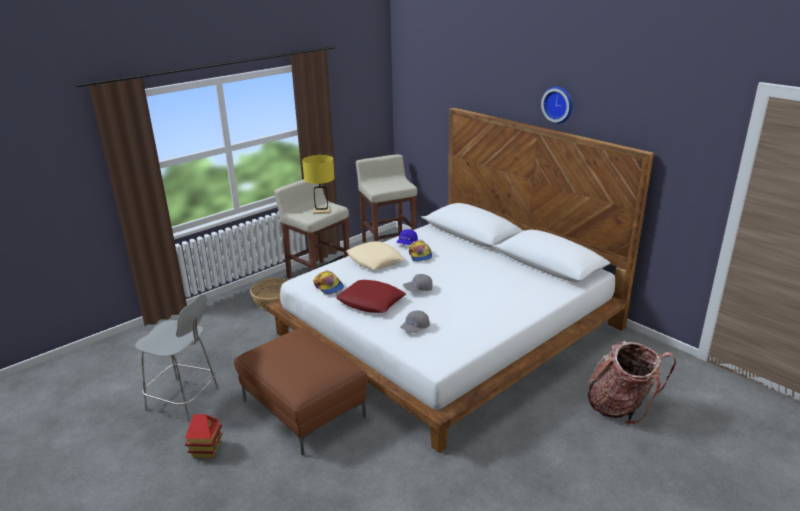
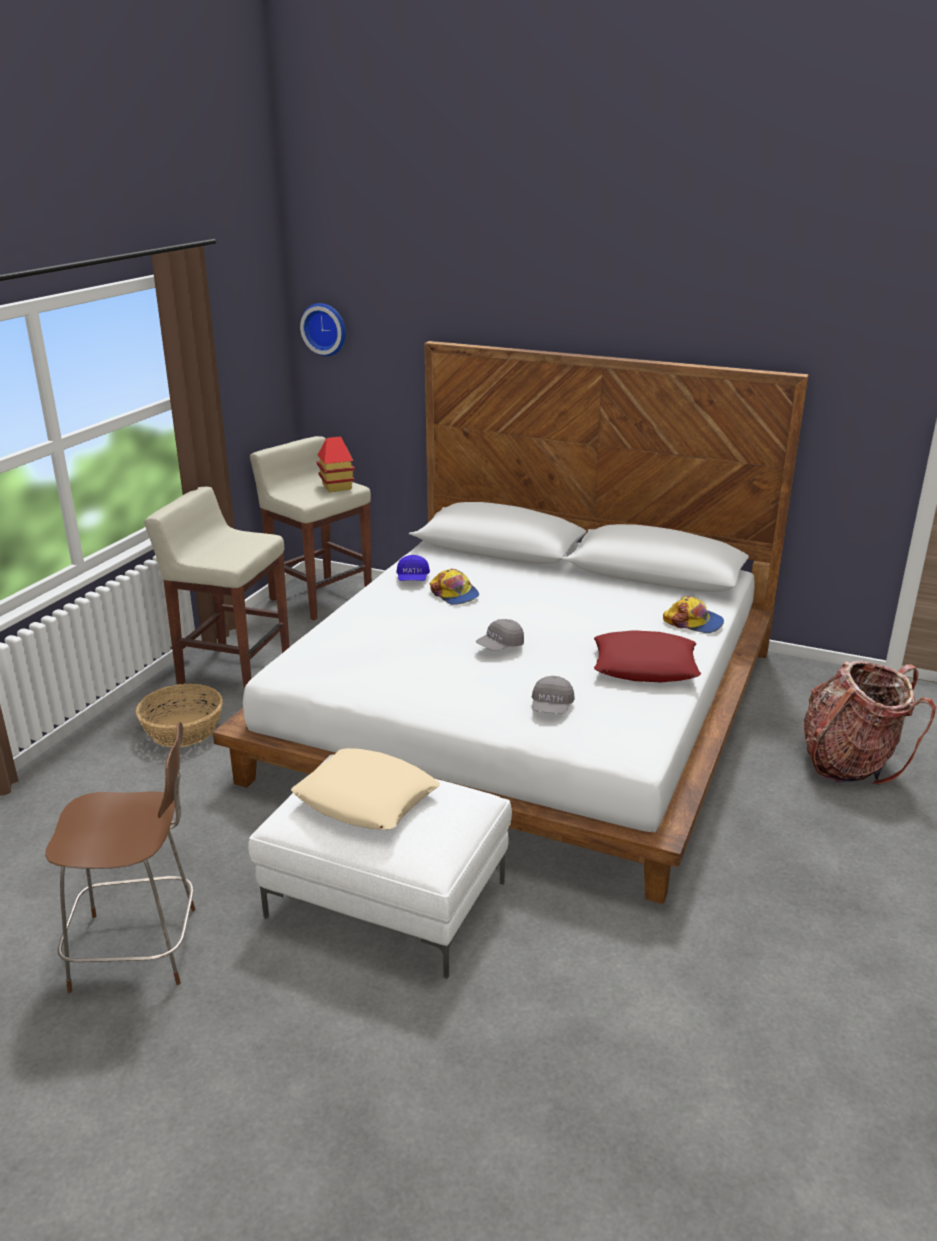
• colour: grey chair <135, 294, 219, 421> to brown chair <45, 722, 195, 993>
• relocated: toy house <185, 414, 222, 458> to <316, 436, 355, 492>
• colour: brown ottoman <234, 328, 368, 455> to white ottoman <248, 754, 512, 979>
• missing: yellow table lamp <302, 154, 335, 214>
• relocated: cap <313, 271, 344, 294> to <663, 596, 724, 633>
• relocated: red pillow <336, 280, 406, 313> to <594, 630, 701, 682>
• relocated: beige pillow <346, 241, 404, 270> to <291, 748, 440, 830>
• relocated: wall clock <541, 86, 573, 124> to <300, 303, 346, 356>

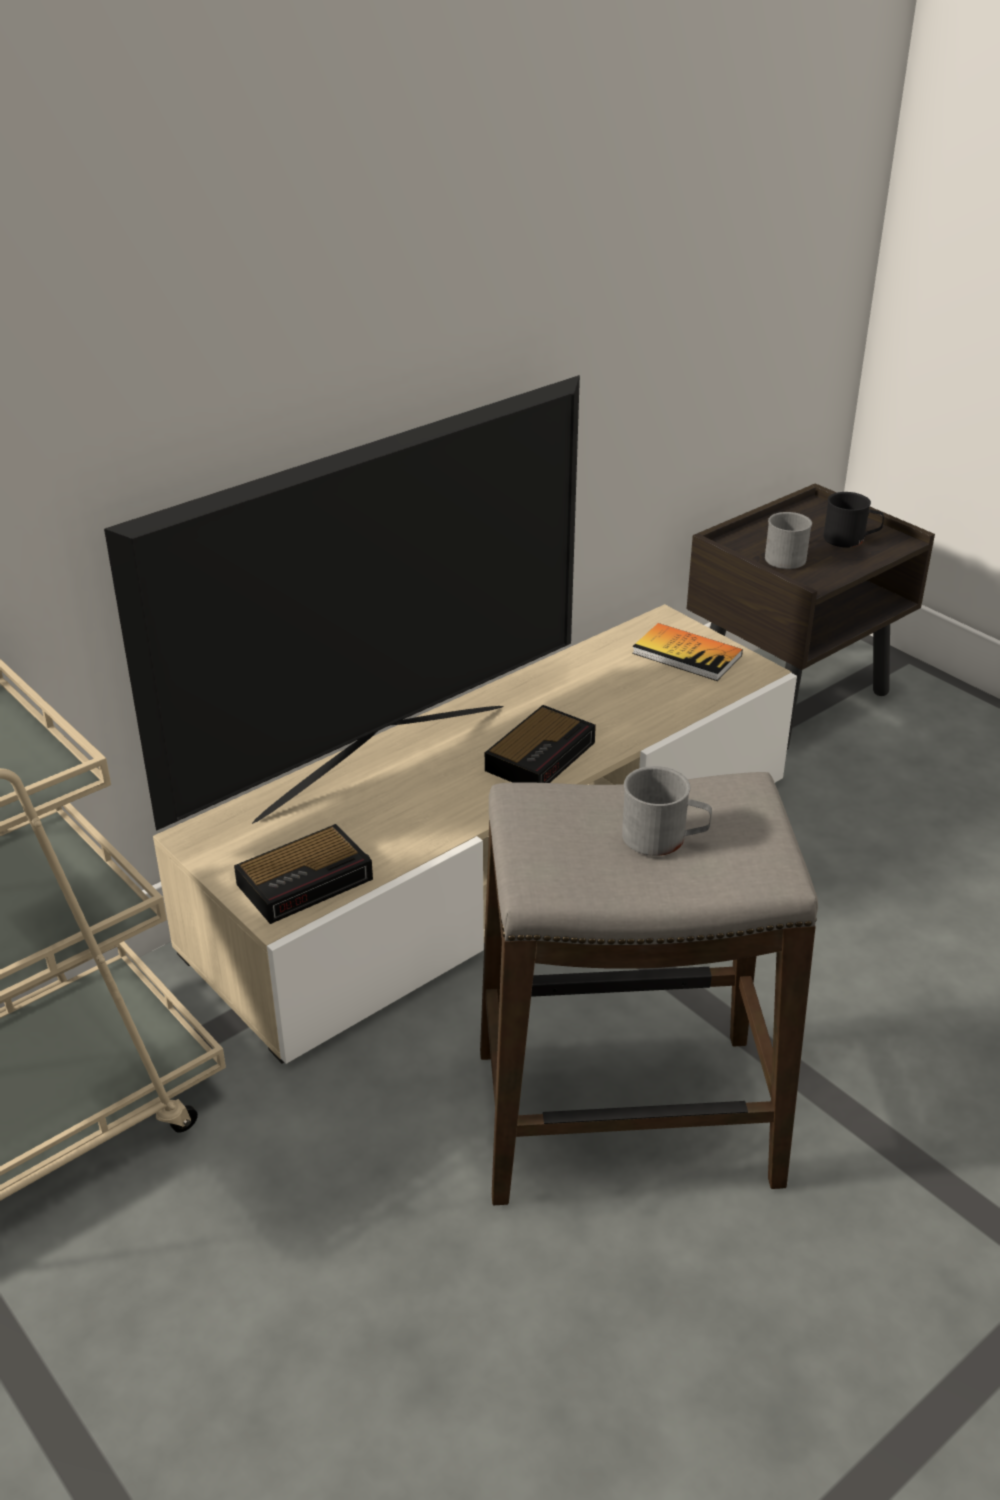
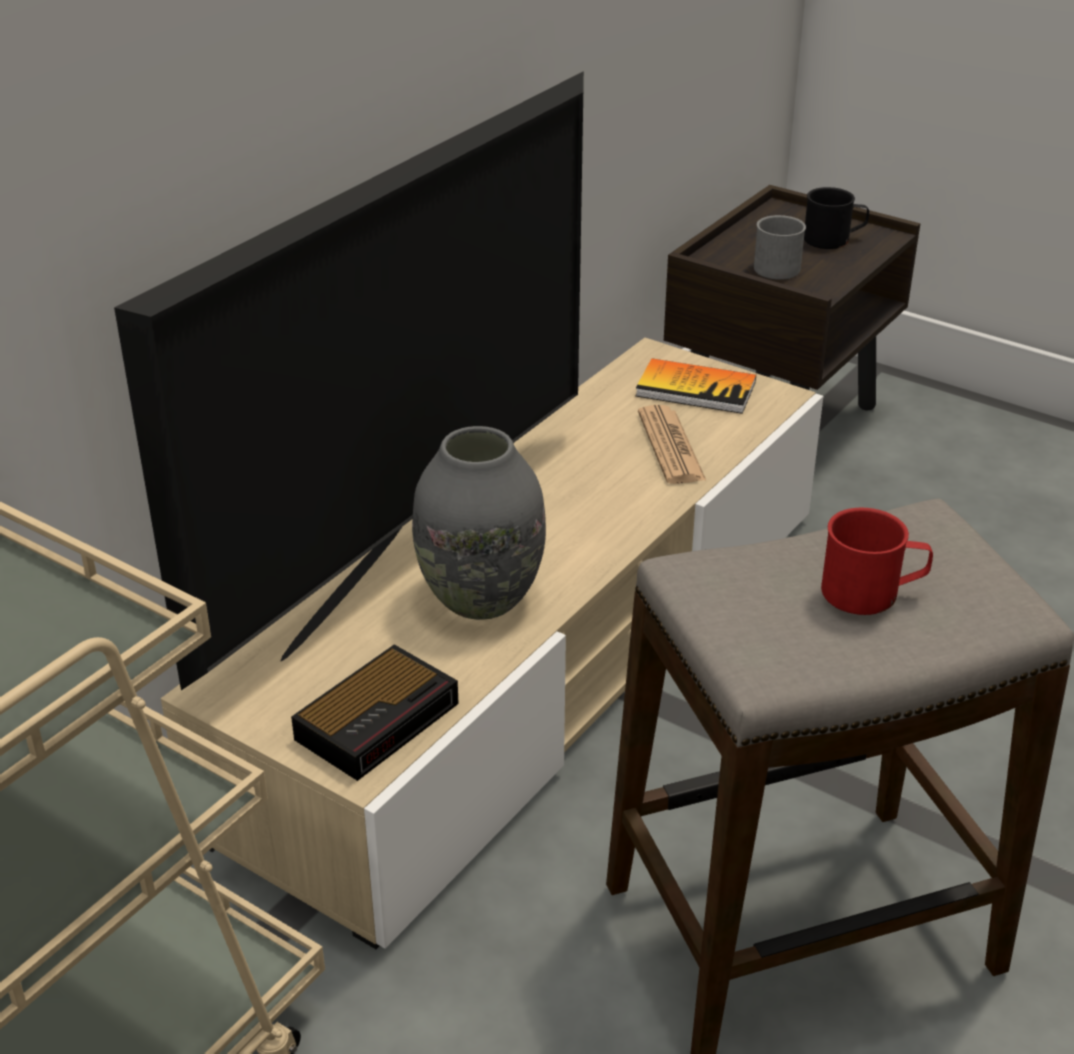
• missing: alarm clock <485, 705, 596, 783>
• colour: grey mug <622, 766, 712, 856> to red mug <821, 508, 933, 615>
• appeared: grey vase <412, 426, 546, 620>
• appeared: newspaper <638, 405, 706, 484>

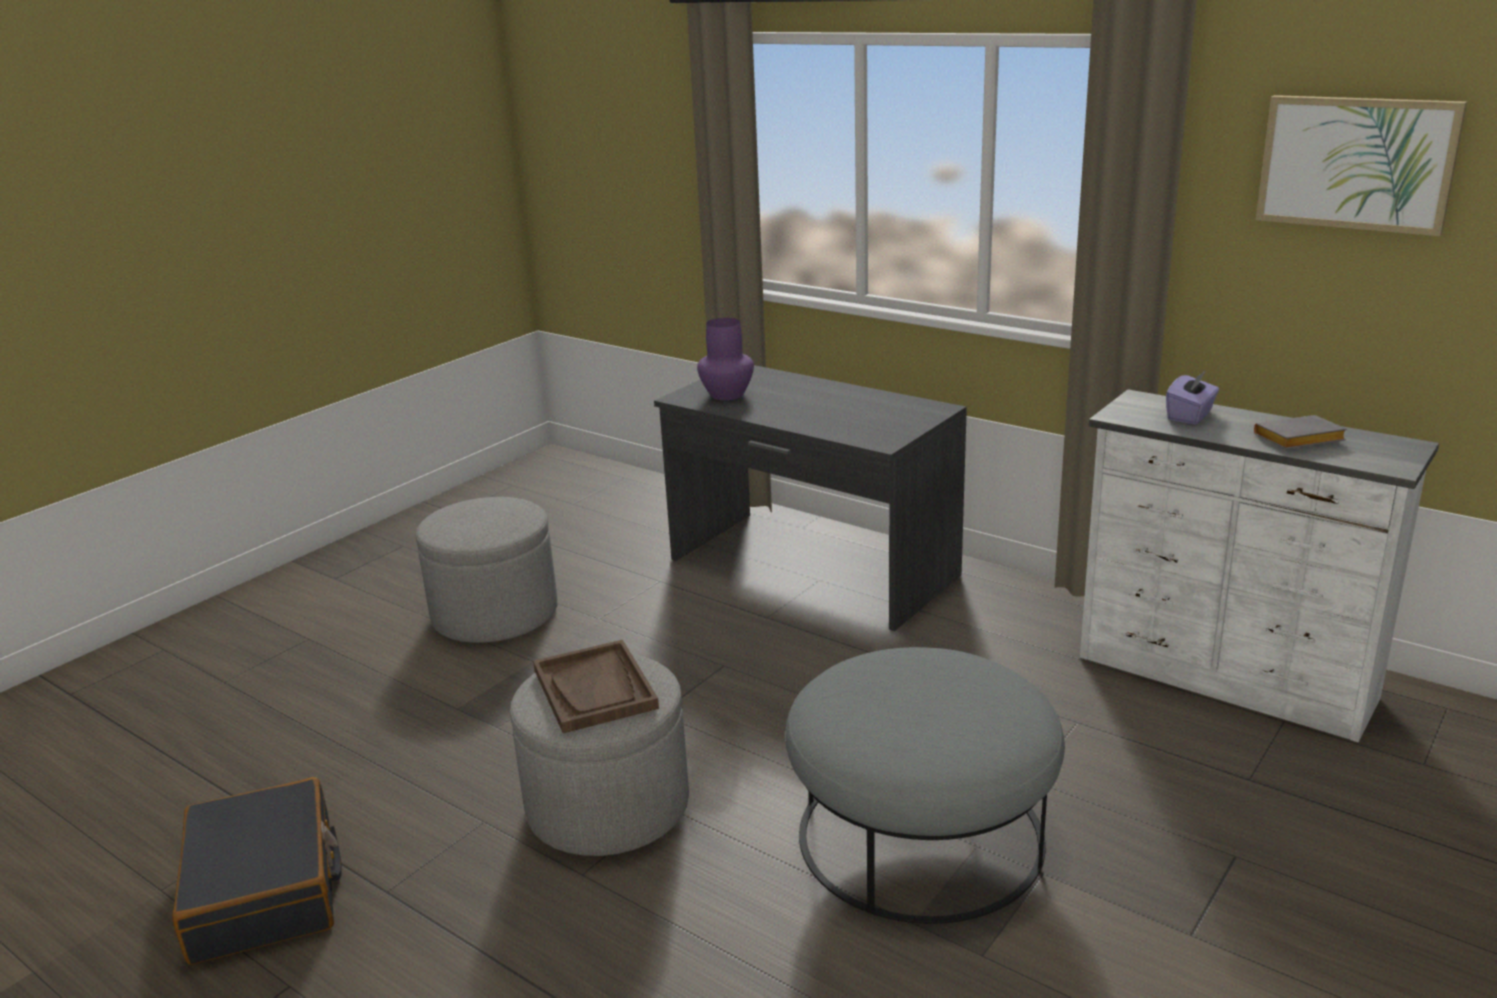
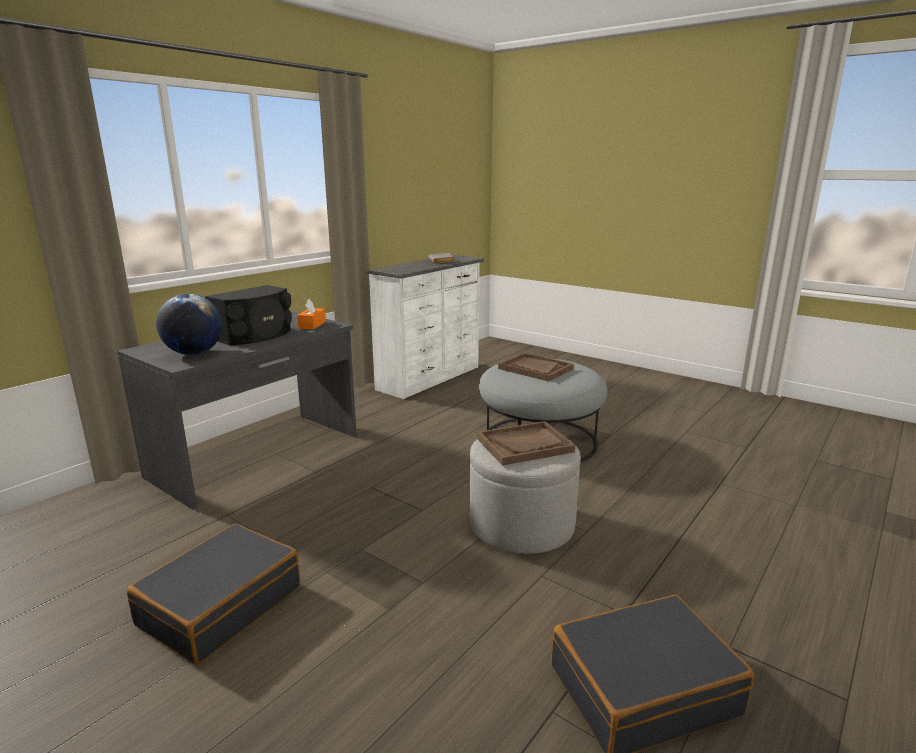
• exchanged: grey ottoman <416, 497, 557, 643> to black suitcase <127, 523, 300, 665>
• exchanged: purple vase <697, 318, 754, 400> to globe <156, 294, 223, 355>
• missing: purple tissue box <1166, 370, 1219, 425>
• missing: picture <1256, 95, 1467, 236>
• appeared: black speaker <205, 285, 292, 345>
• appeared: orange tissue box <297, 299, 326, 329>
• appeared: brown tray <498, 353, 574, 382>

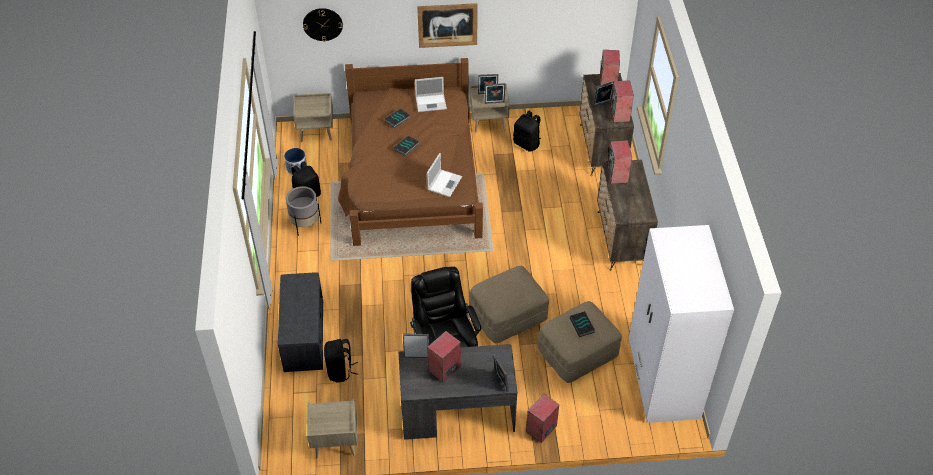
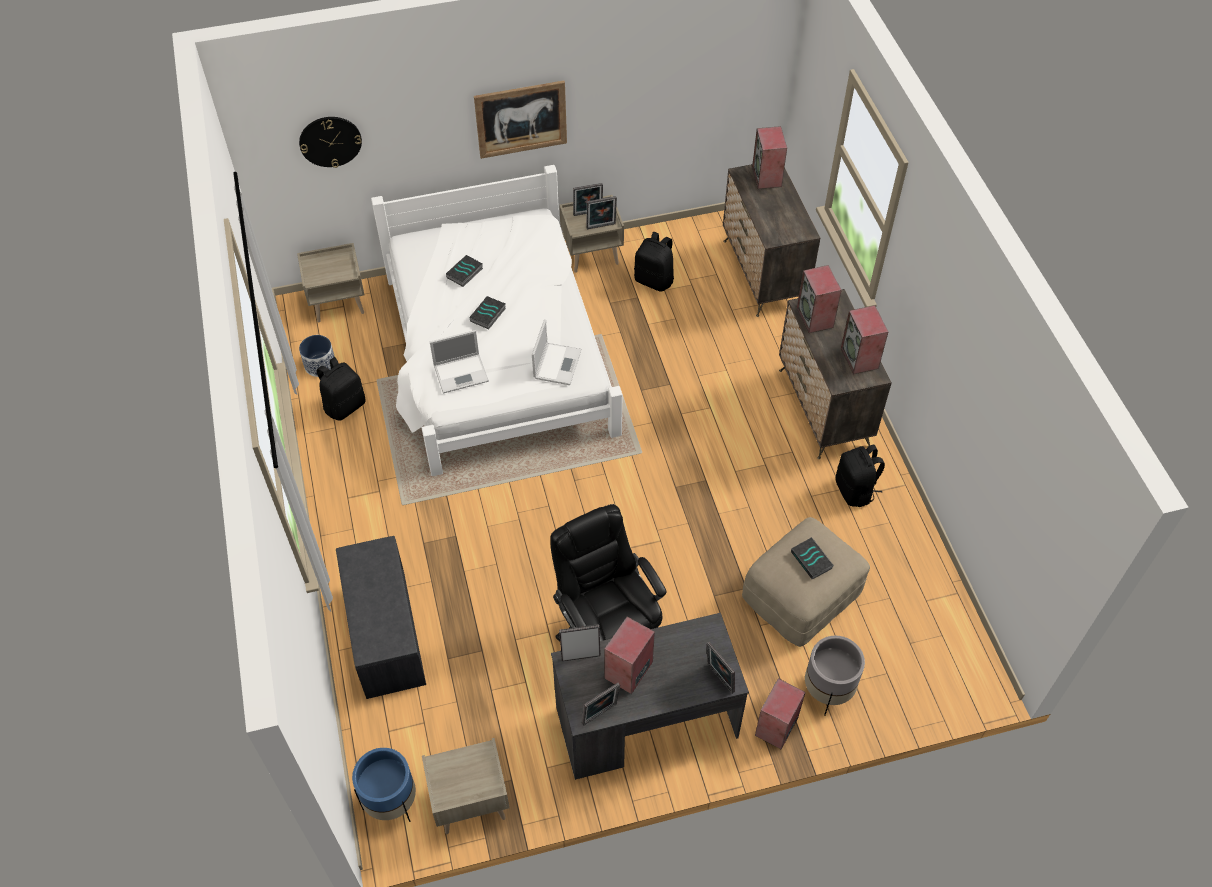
• relocated: grey planter <286, 186, 321, 236> to <805, 636, 865, 716>
• relocated: black backpack <324, 339, 358, 382> to <836, 444, 885, 507>
• colour: brown bed <338, 58, 483, 246> to white bed <371, 165, 622, 476>
• relocated: laptop <415, 77, 447, 112> to <430, 330, 489, 393>
• missing: beige ottoman <469, 266, 549, 343>
• relocated: picture frame <593, 81, 613, 107> to <582, 683, 620, 725>
• relocated: speaker <610, 80, 634, 122> to <841, 305, 888, 374>
• missing: white wardrobe <629, 225, 734, 423>
• appeared: blue planter <352, 748, 416, 822>

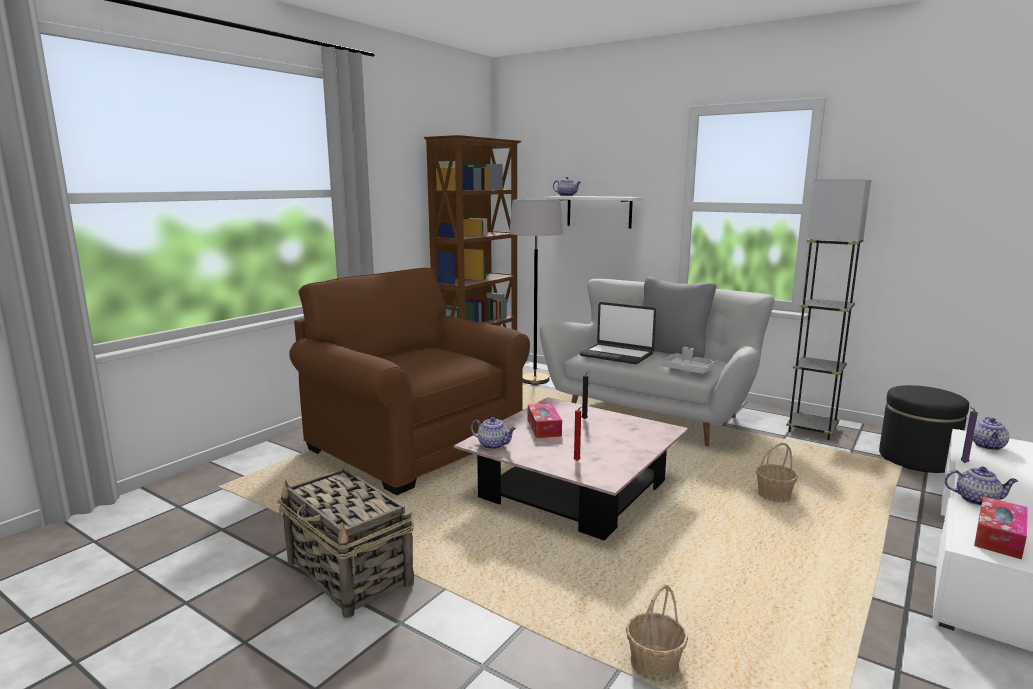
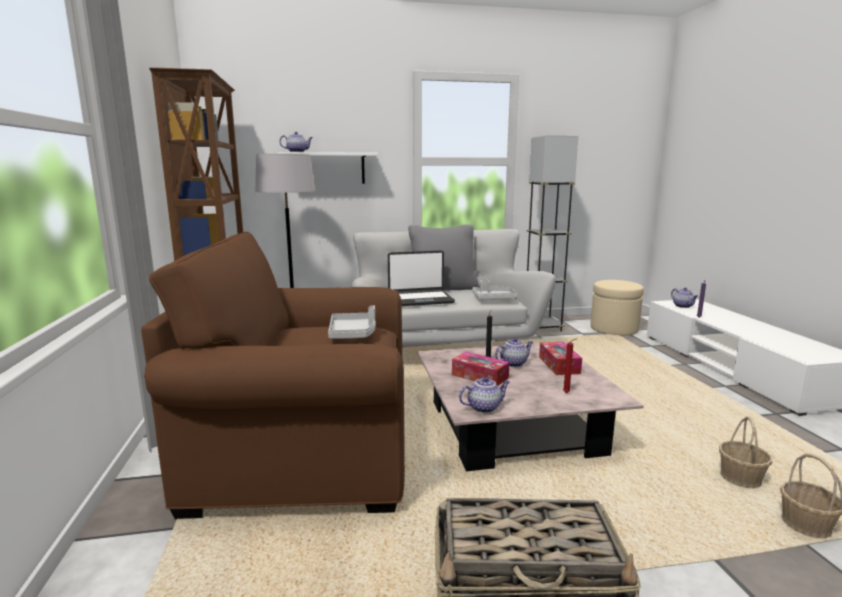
• relocated: basket <756, 442, 798, 502> to <719, 416, 772, 488>
• colour: black ottoman <879, 385, 969, 473> to beige ottoman <590, 280, 644, 336>
• relocated: teapot <944, 467, 1018, 506> to <495, 338, 533, 367>
• relocated: tissue box <974, 496, 1028, 559> to <539, 342, 582, 375>
• appeared: grey tray <328, 305, 375, 339>

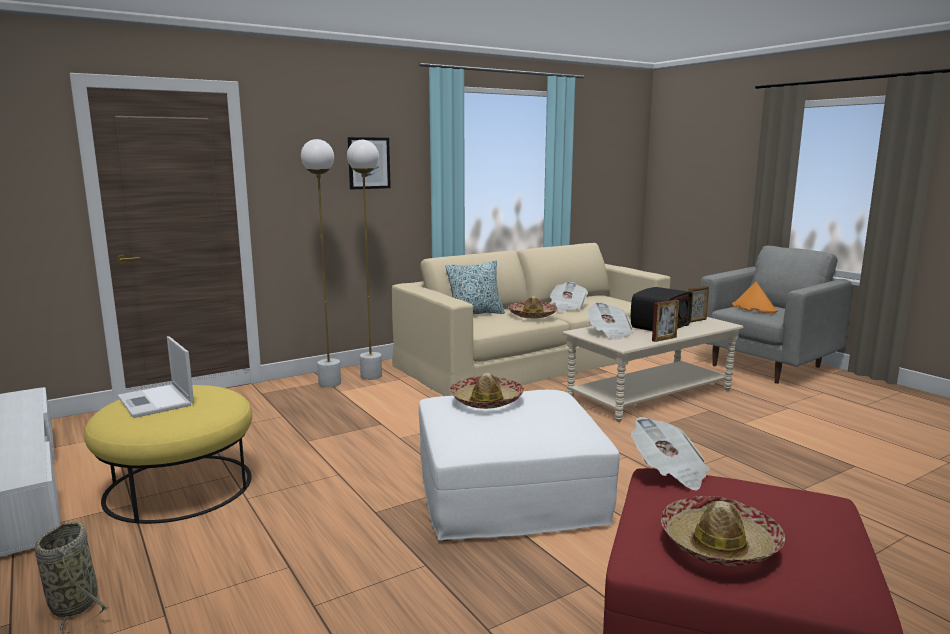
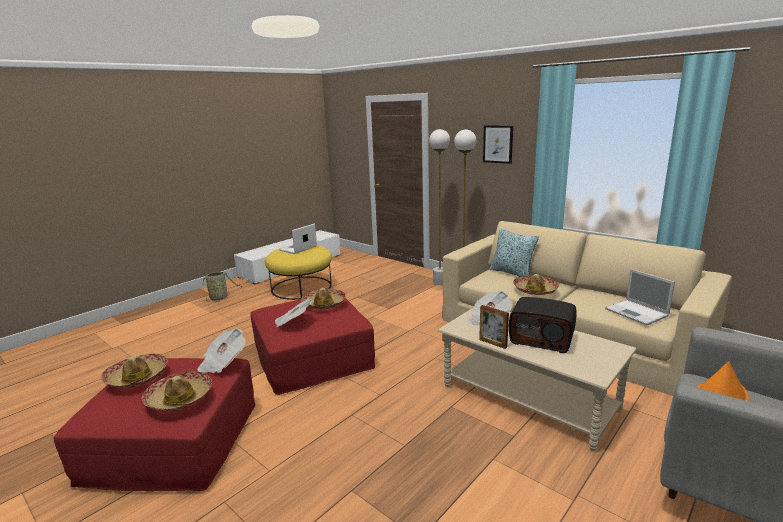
• colour: white ottoman <419, 390, 620, 541> to red ottoman <250, 298, 375, 395>
• relocated: newspaper <550, 282, 588, 312> to <275, 299, 312, 328>
• missing: picture frame <689, 285, 709, 323>
• appeared: hat <142, 371, 212, 411>
• appeared: laptop <605, 269, 675, 325>

